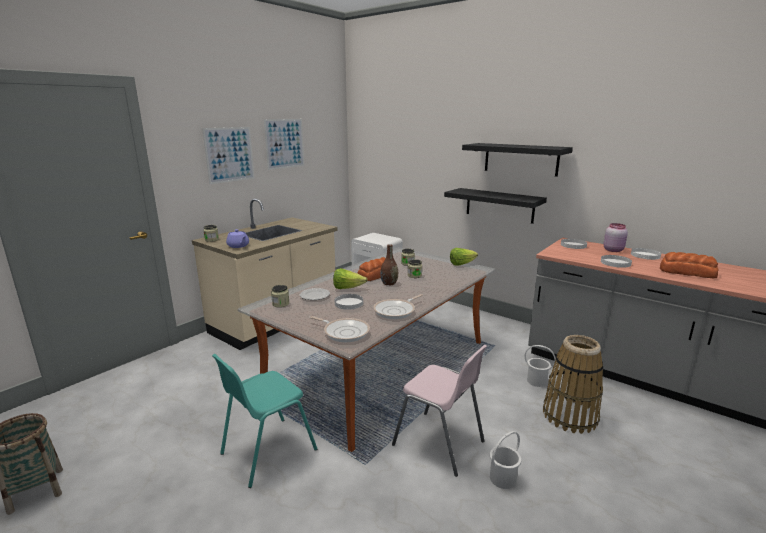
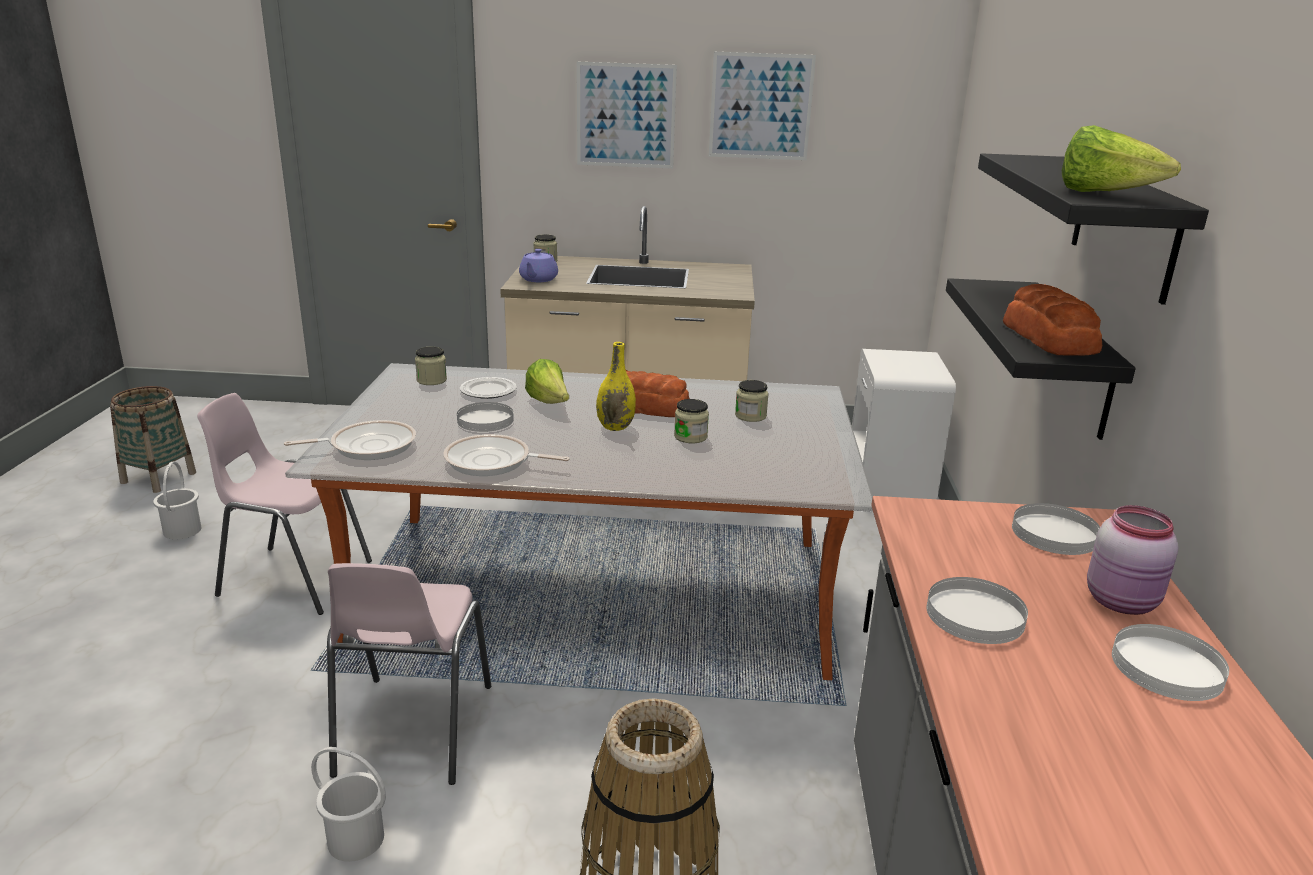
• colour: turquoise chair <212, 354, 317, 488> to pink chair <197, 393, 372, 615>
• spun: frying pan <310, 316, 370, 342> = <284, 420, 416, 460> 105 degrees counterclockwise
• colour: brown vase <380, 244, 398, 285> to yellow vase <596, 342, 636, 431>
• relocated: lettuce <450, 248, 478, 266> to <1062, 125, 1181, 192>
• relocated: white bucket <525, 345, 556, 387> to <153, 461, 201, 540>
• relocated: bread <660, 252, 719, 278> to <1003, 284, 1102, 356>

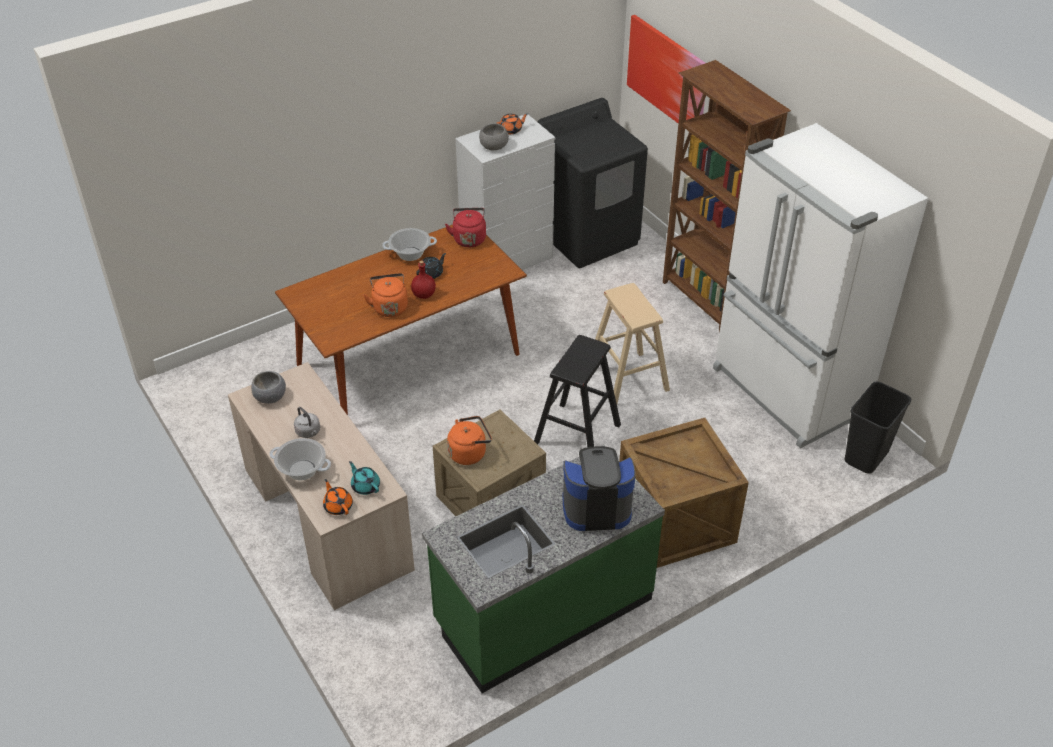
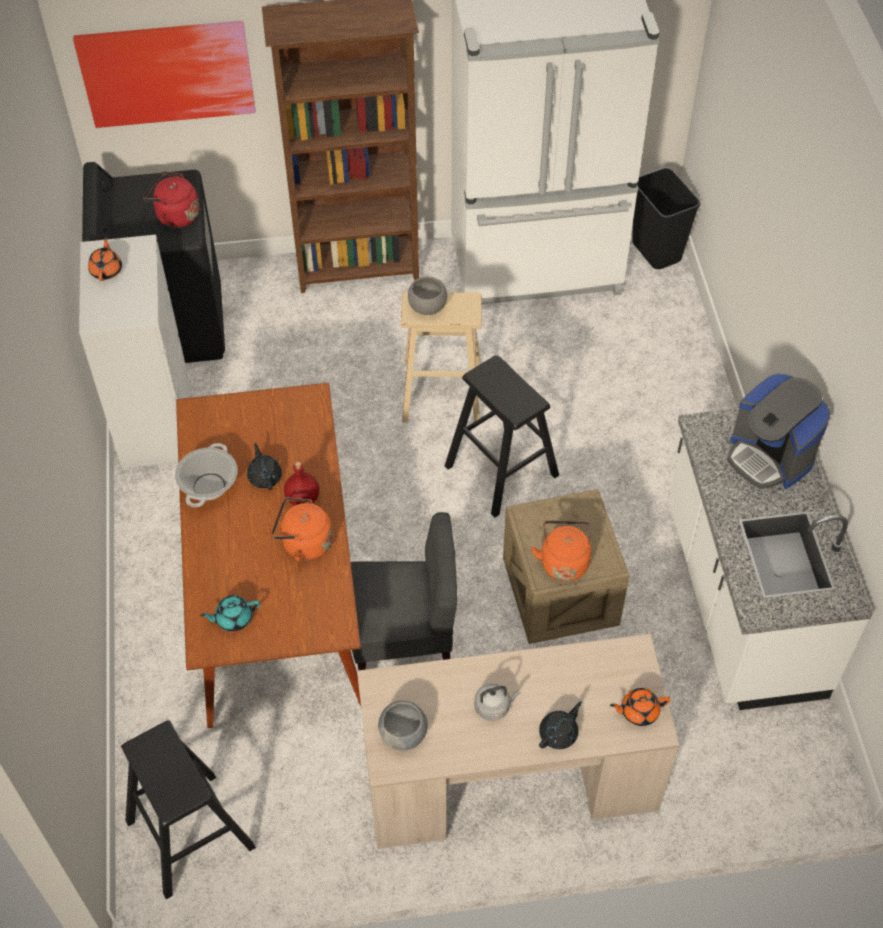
• exchanged: cooking pot <269, 438, 331, 480> to black teapot <539, 701, 582, 749>
• relocated: turquoise teapot <349, 461, 380, 495> to <200, 595, 260, 631>
• colour: green counter <422, 445, 665, 693> to white counter <669, 408, 873, 710>
• relocated: red kettle <445, 208, 486, 247> to <143, 171, 199, 228>
• relocated: grey bowl <479, 123, 509, 150> to <408, 277, 447, 315>
• spun: coffee machine <563, 446, 635, 531> = <727, 374, 830, 489> 60 degrees counterclockwise
• missing: crate <619, 418, 749, 568>
• appeared: black stool <121, 720, 256, 899>
• appeared: grey chair <351, 512, 457, 670>

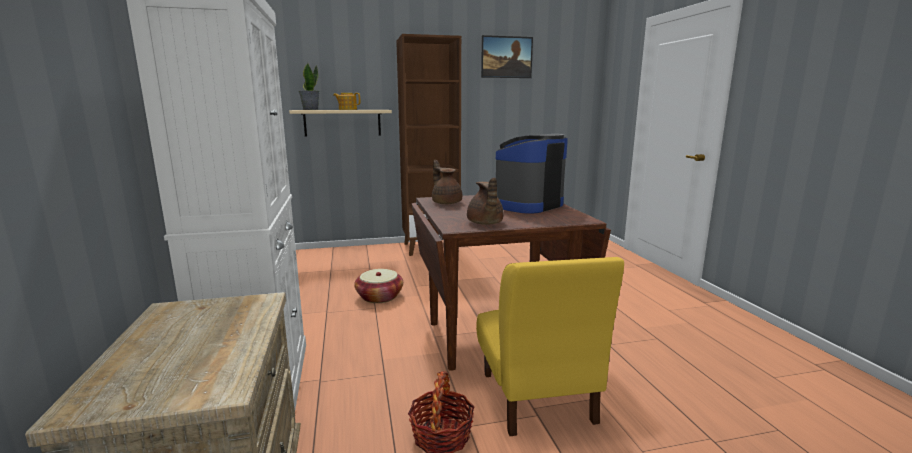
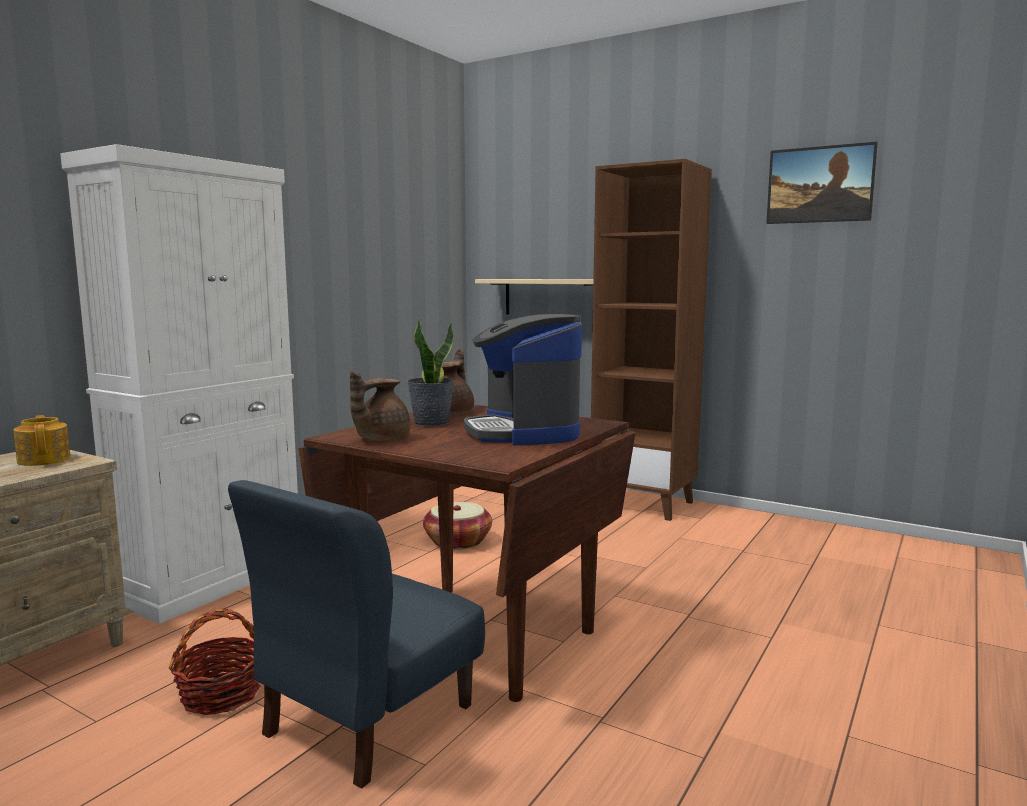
• relocated: potted plant <299, 63, 319, 110> to <407, 320, 455, 427>
• relocated: teapot <333, 93, 360, 110> to <14, 415, 71, 466>
• colour: yellow chair <476, 257, 624, 436> to blue chair <228, 480, 485, 789>
• spun: coffee machine <496, 134, 568, 214> = <464, 314, 582, 446> 105 degrees counterclockwise

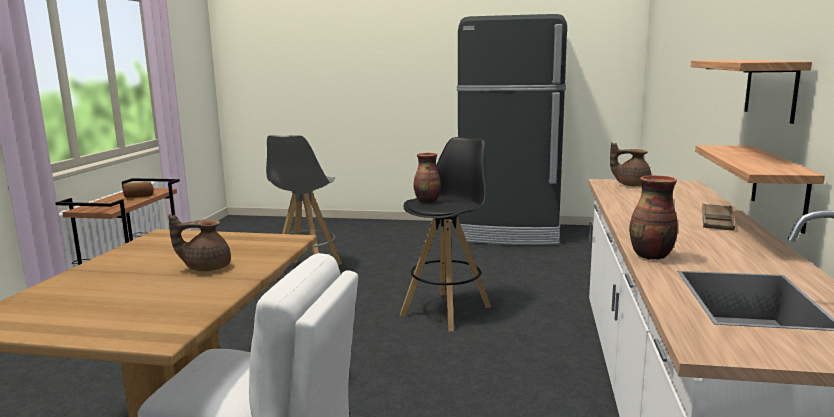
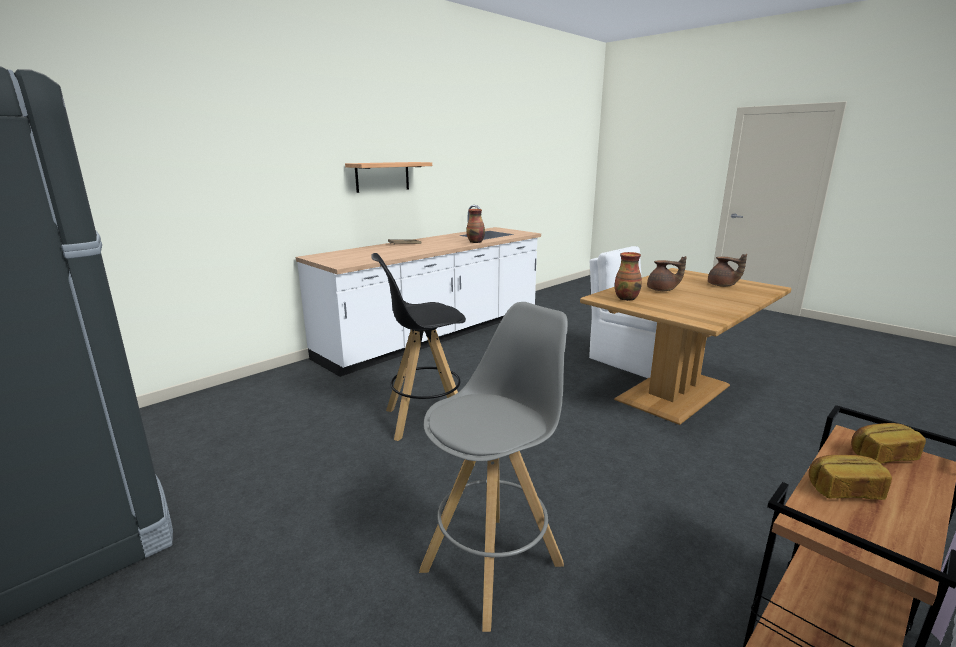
• relocated: vase <413, 153, 441, 203> to <615, 252, 642, 300>
• relocated: brown teapot <610, 142, 651, 187> to <708, 254, 747, 287>
• missing: shelf <695, 145, 825, 234>
• appeared: bread <851, 423, 926, 464>

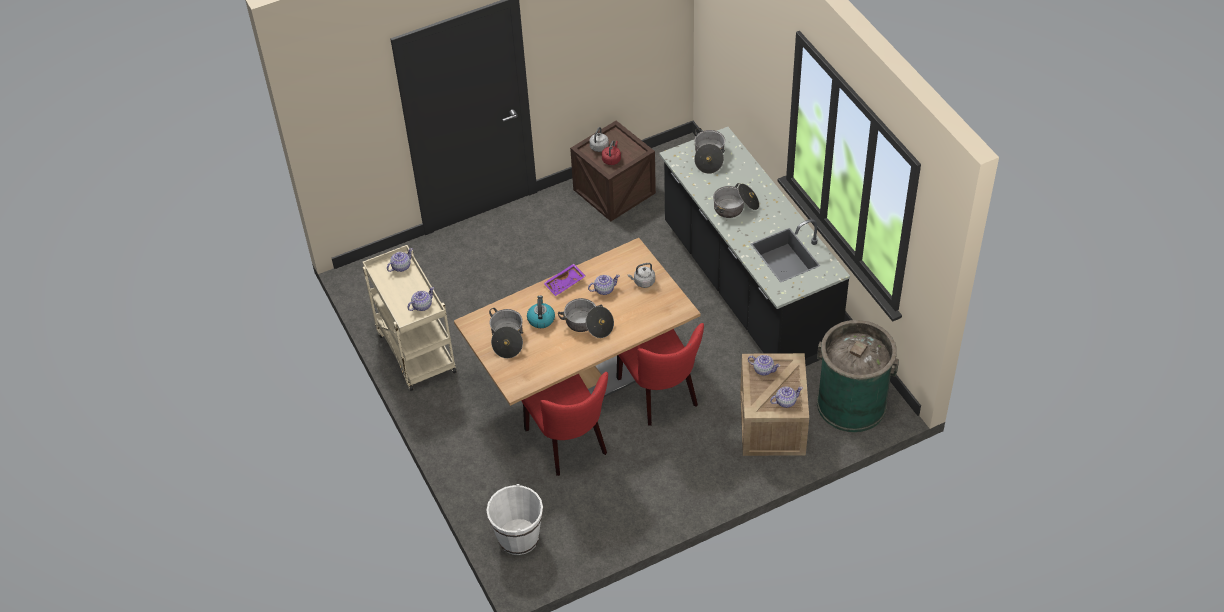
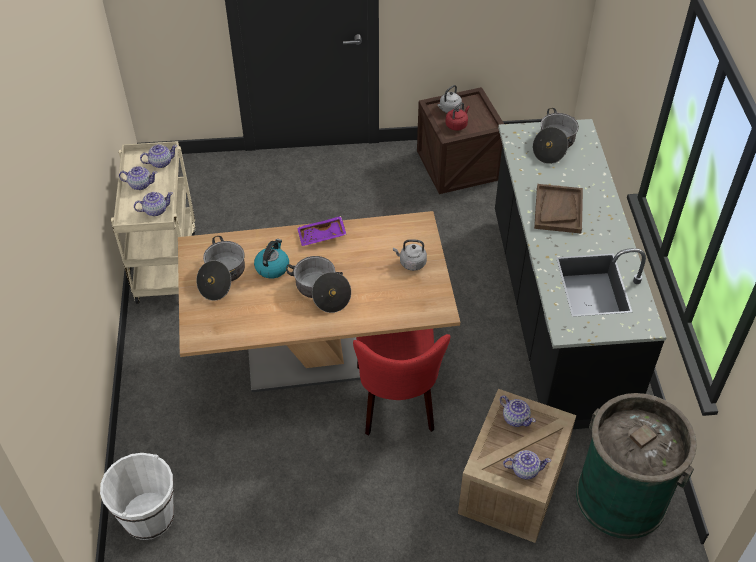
• missing: red chair <521, 372, 608, 476>
• relocated: teapot <588, 275, 620, 295> to <119, 166, 157, 190>
• exchanged: cooking pot <713, 183, 759, 218> to brown tray <534, 184, 583, 234>

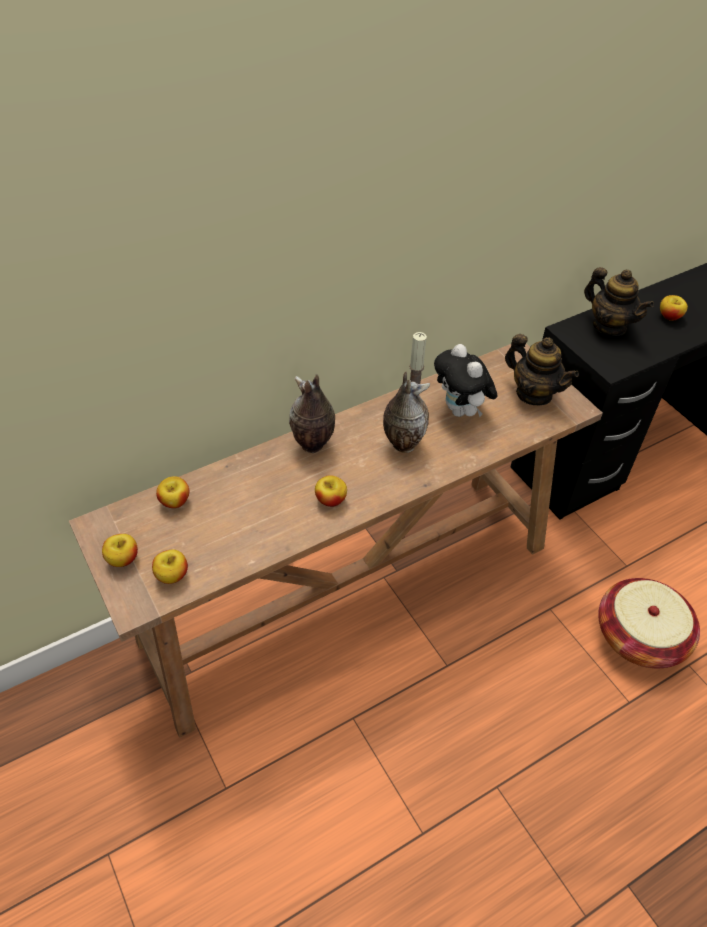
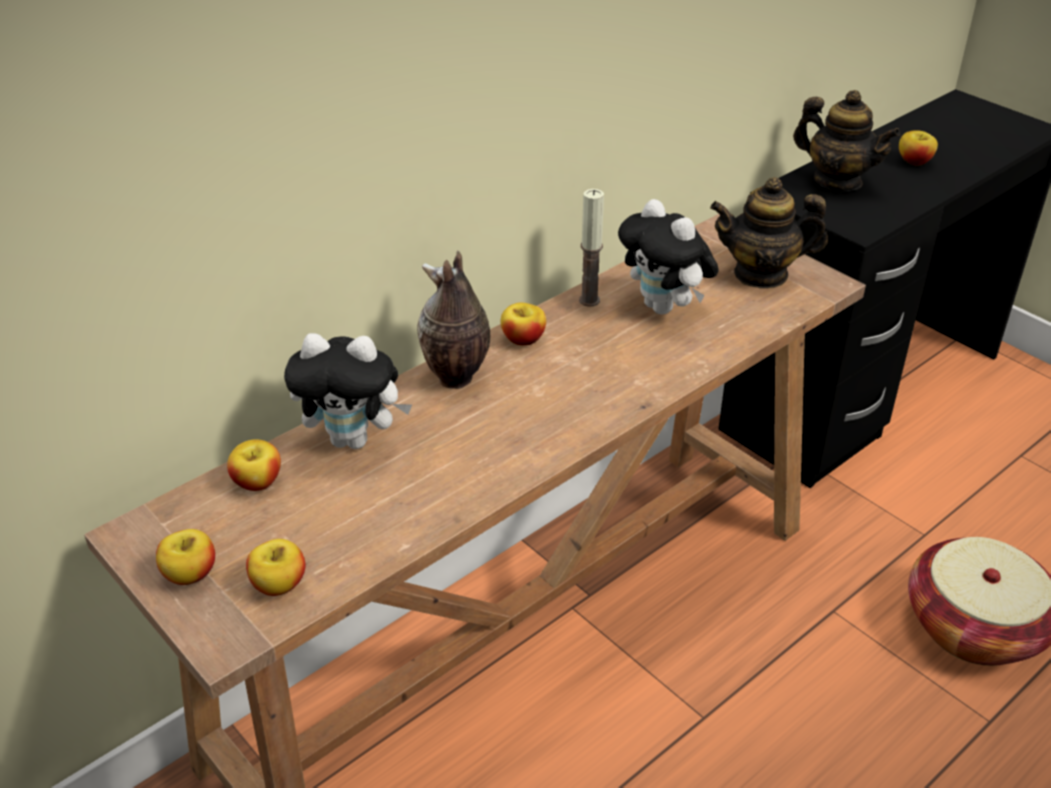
• relocated: apple <315, 475, 347, 507> to <501, 303, 546, 346>
• missing: vase <383, 371, 430, 453>
• spun: teapot <505, 334, 579, 405> = <710, 177, 828, 289> 150 degrees clockwise
• appeared: plush toy <284, 333, 412, 449>

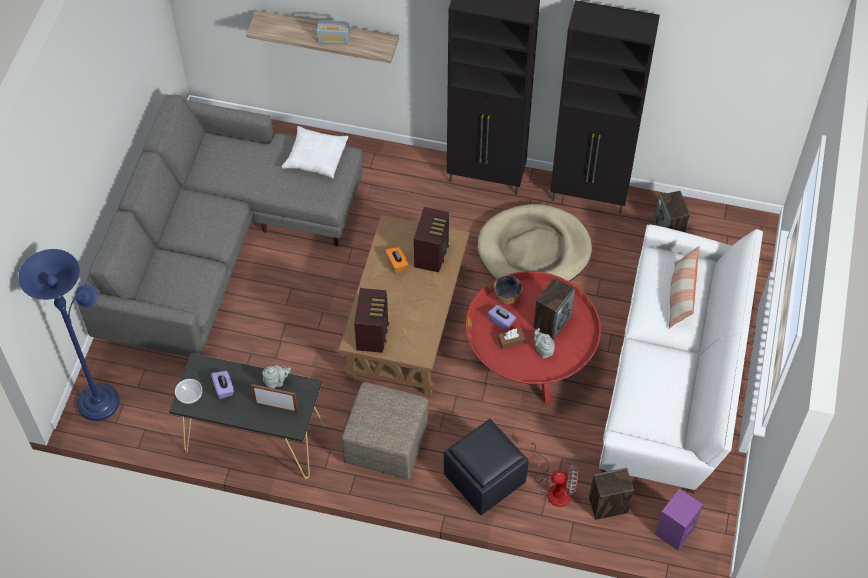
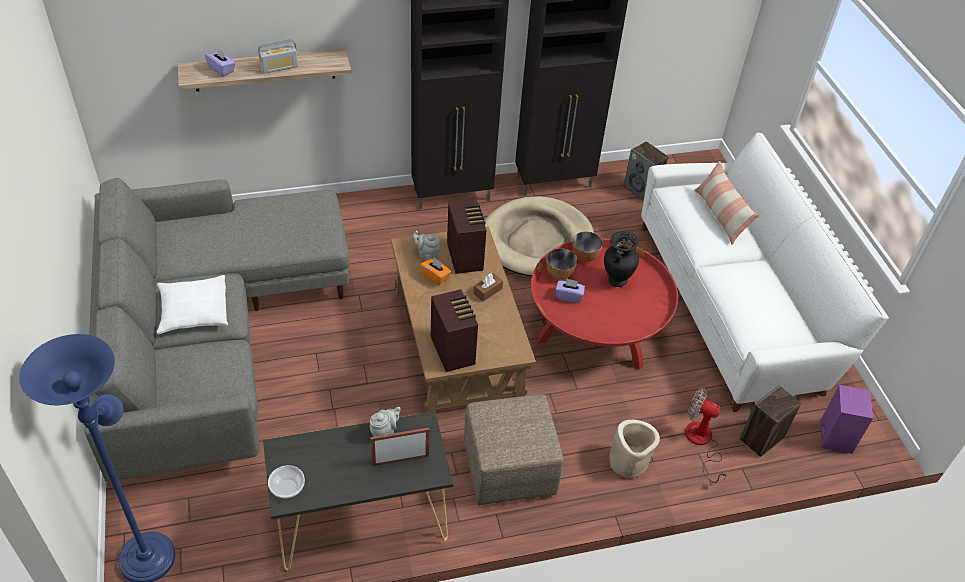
• relocated: purple tissue box <211, 371, 234, 399> to <205, 48, 236, 77>
• relocated: white pillow <282, 126, 348, 178> to <157, 275, 228, 334>
• exchanged: black ottoman <444, 419, 529, 515> to beige planter <609, 420, 660, 478>
• relocated: brown tissue box <498, 328, 525, 350> to <473, 273, 503, 302>
• spun: fan <530, 439, 579, 507> = <685, 388, 729, 483> 135 degrees counterclockwise
• exchanged: speaker <534, 277, 575, 340> to black vase <604, 231, 639, 287>
• relocated: grey teapot <534, 328, 555, 358> to <413, 231, 440, 260>
• appeared: bowl <572, 231, 603, 262>

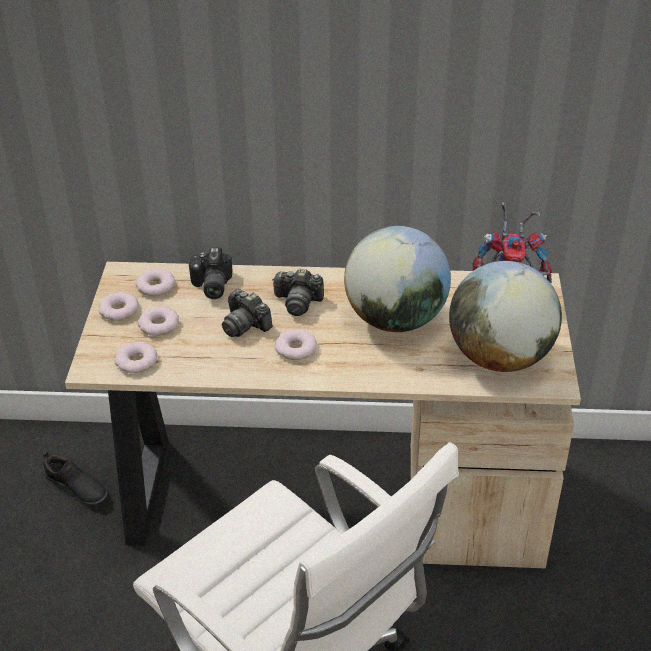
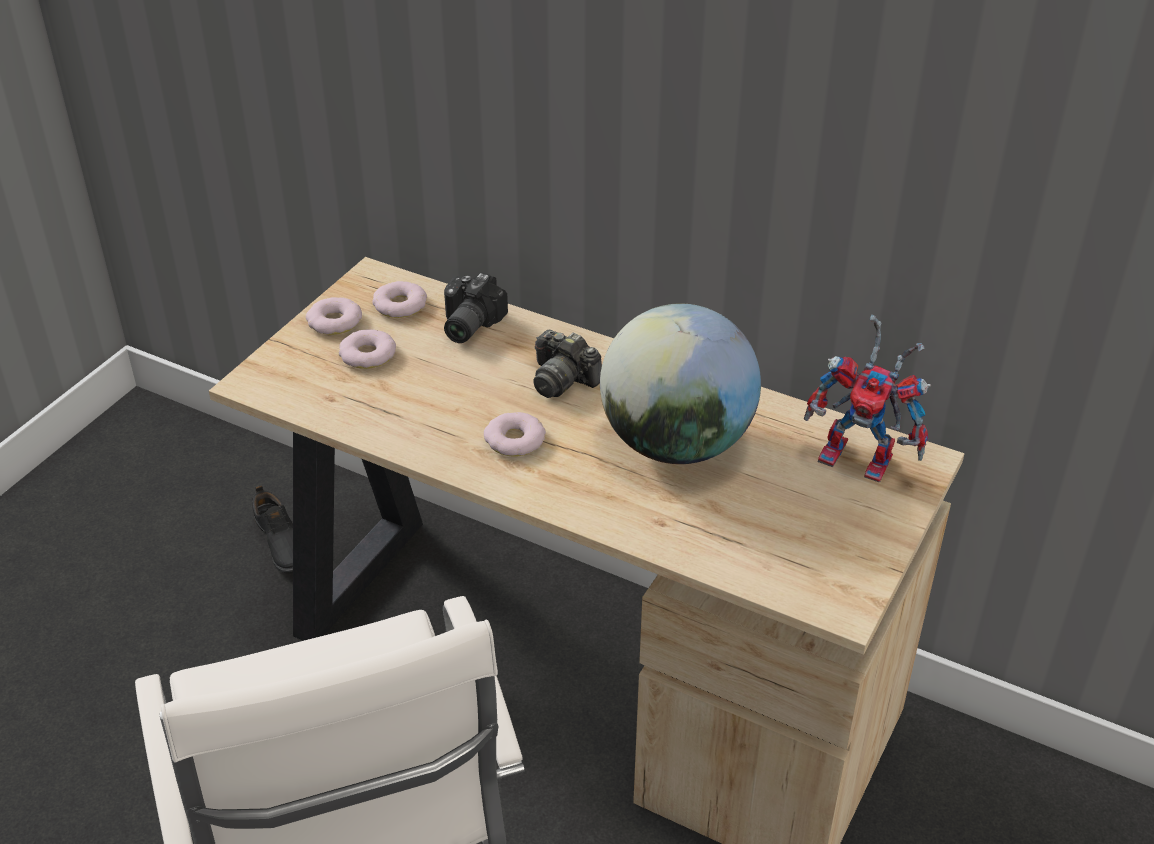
• missing: donut <114, 342, 157, 373>
• missing: photo camera <222, 289, 273, 337>
• missing: globe <449, 261, 562, 372>

